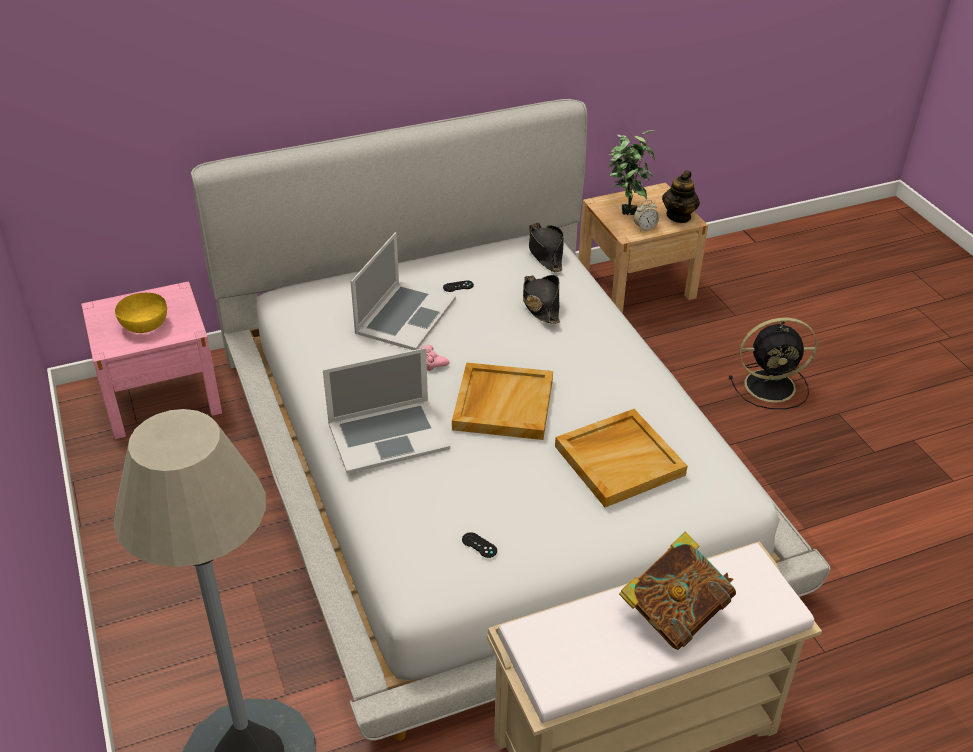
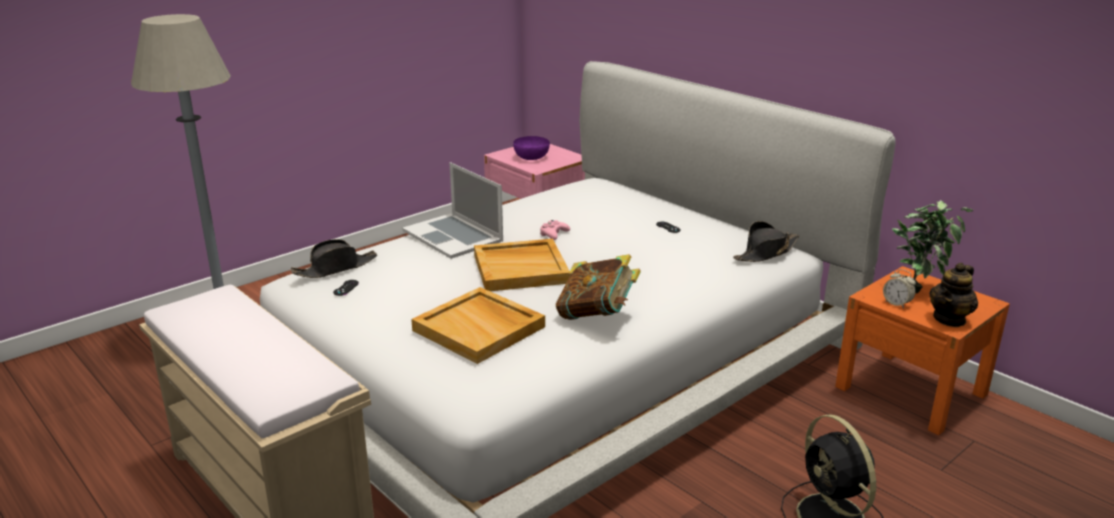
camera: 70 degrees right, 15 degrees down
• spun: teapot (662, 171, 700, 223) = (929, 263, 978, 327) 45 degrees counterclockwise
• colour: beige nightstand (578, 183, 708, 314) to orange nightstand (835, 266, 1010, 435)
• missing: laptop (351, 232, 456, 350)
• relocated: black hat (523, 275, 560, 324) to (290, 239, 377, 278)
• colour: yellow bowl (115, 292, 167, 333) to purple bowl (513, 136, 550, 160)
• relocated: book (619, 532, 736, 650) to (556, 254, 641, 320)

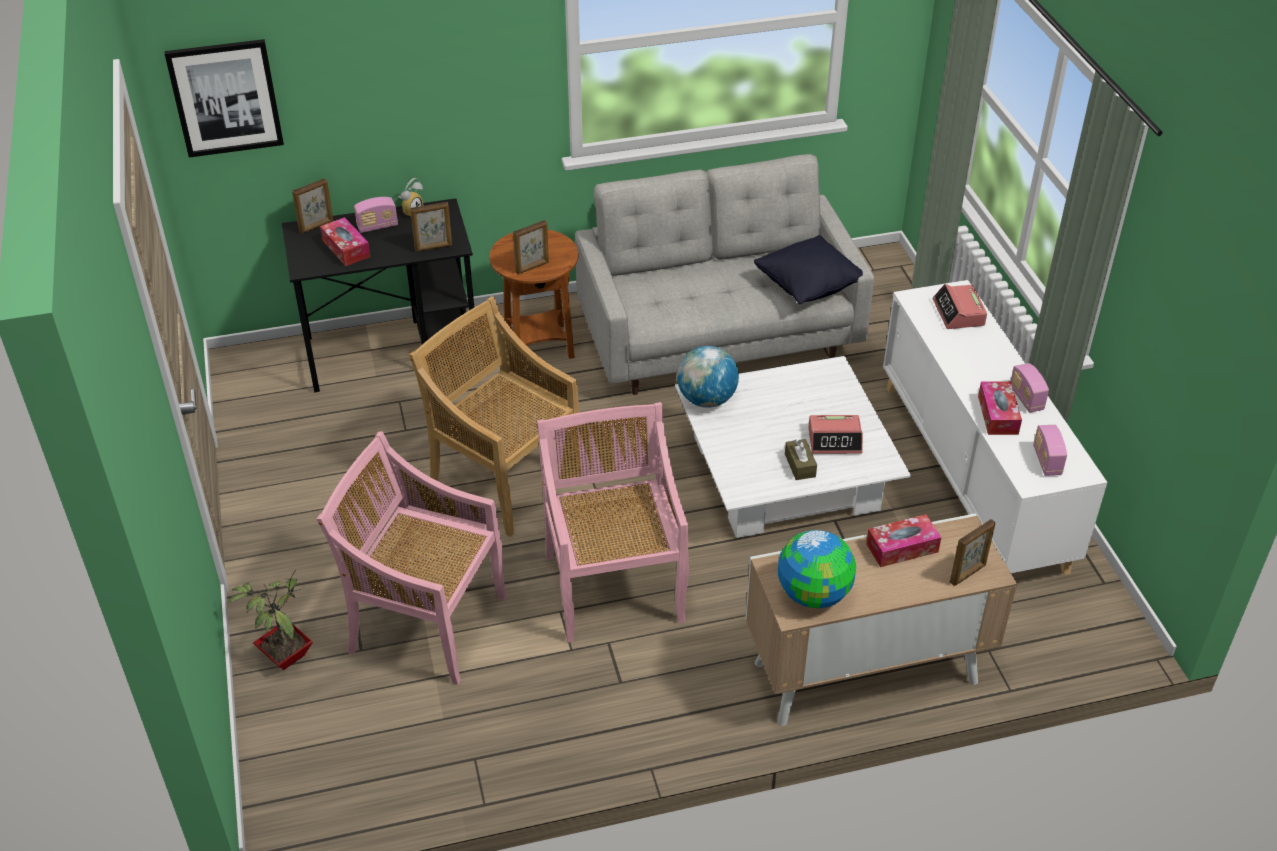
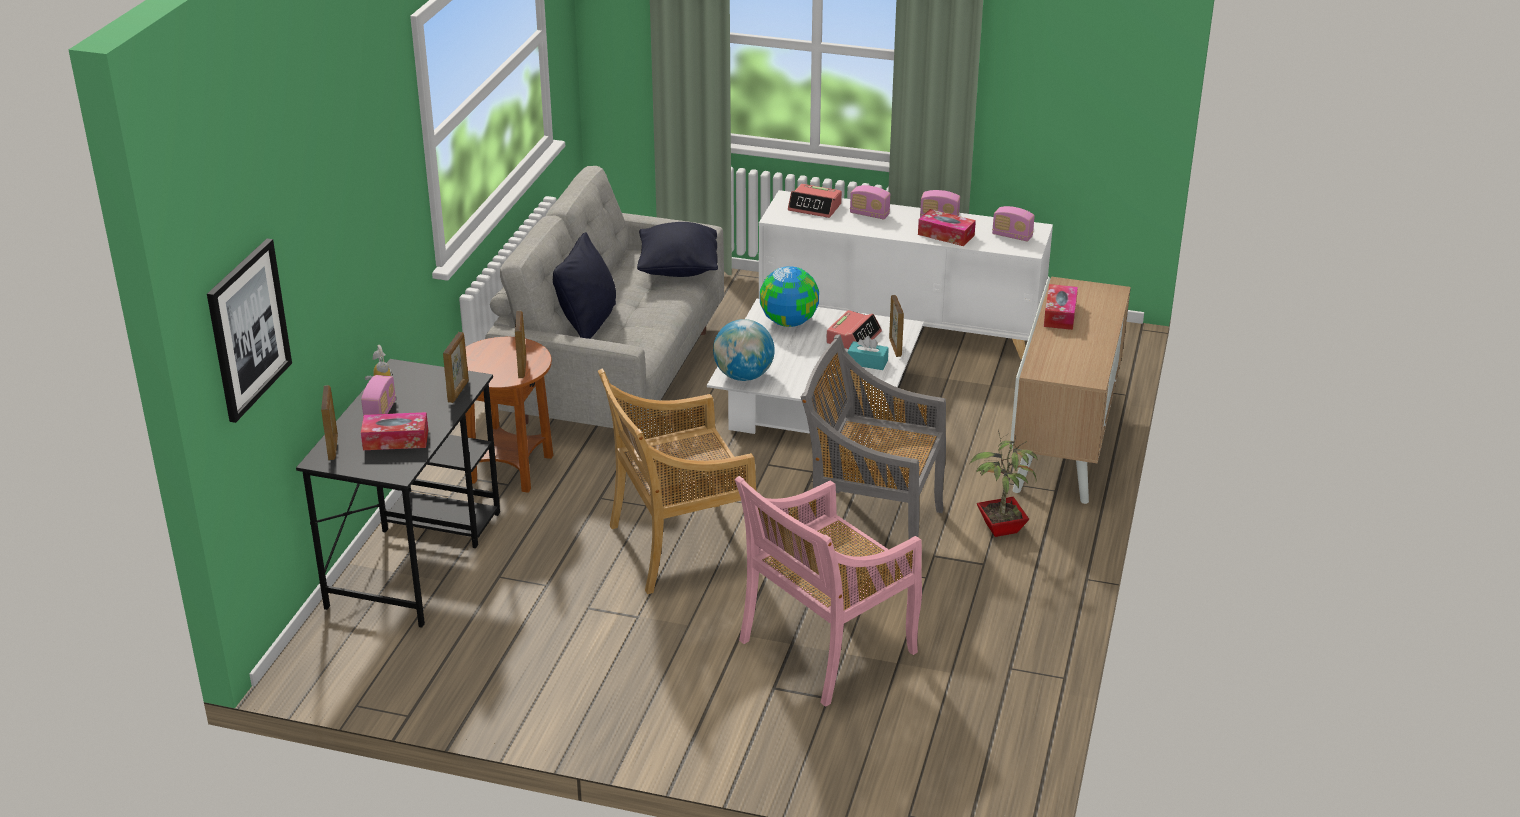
camera: 60 degrees left, 10 degrees down
• colour: pink chair (537, 402, 689, 643) to grey chair (801, 334, 946, 539)
• colour: brown tissue box (785, 439, 817, 480) to turquoise tissue box (848, 336, 889, 370)
• relocated: picture frame (950, 519, 995, 586) to (889, 295, 904, 357)
• relocated: globe (778, 530, 856, 608) to (760, 266, 819, 327)
• relocated: potted plant (227, 570, 313, 670) to (970, 430, 1038, 537)
• appeared: radio (850, 185, 890, 219)
• appeared: black pillow (553, 232, 616, 339)

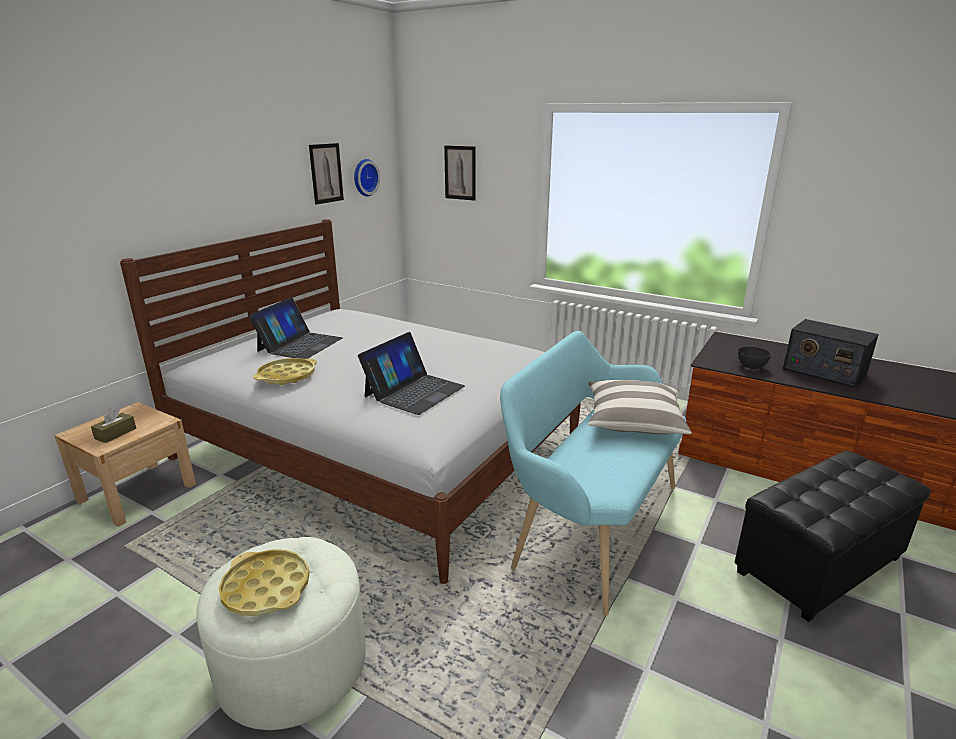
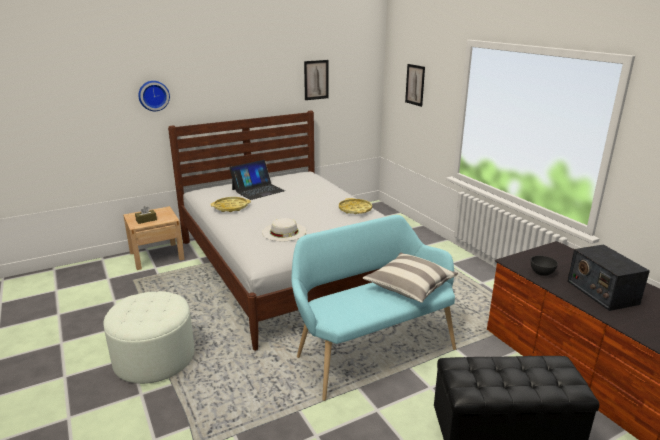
camera: 30 degrees right, 0 degrees up
• relocated: wall clock (354, 159, 380, 196) to (138, 81, 170, 111)
• exchanged: laptop (358, 332, 465, 415) to white hat (262, 218, 307, 241)
• relocated: yellow tray (218, 549, 310, 616) to (339, 198, 372, 214)

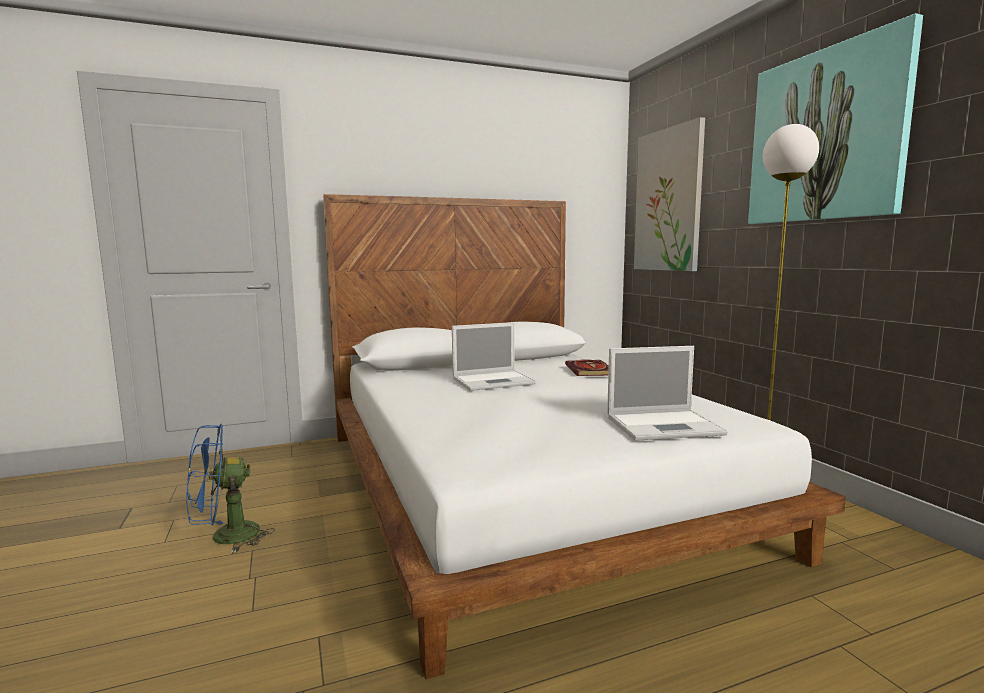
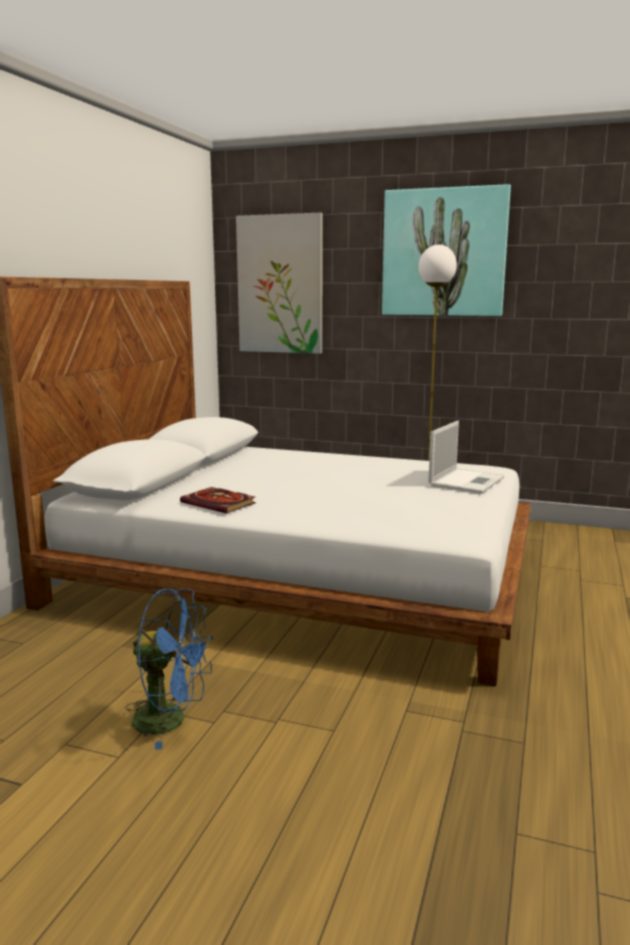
camera: 50 degrees left, 5 degrees up
• missing: laptop (452, 322, 536, 391)
• relocated: book (565, 359, 609, 376) to (180, 487, 256, 513)
• spun: blue fan (186, 424, 275, 553) = (125, 588, 213, 750) 90 degrees counterclockwise

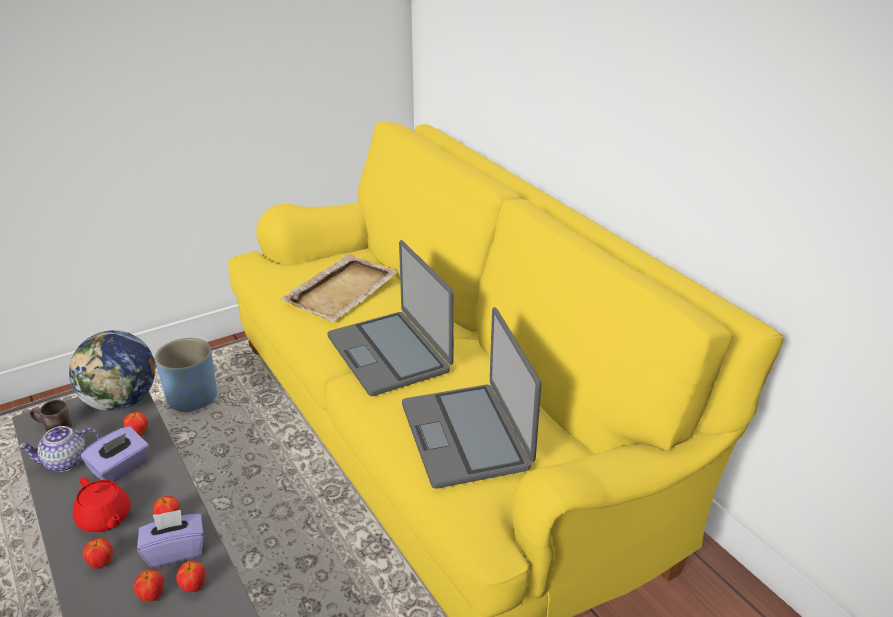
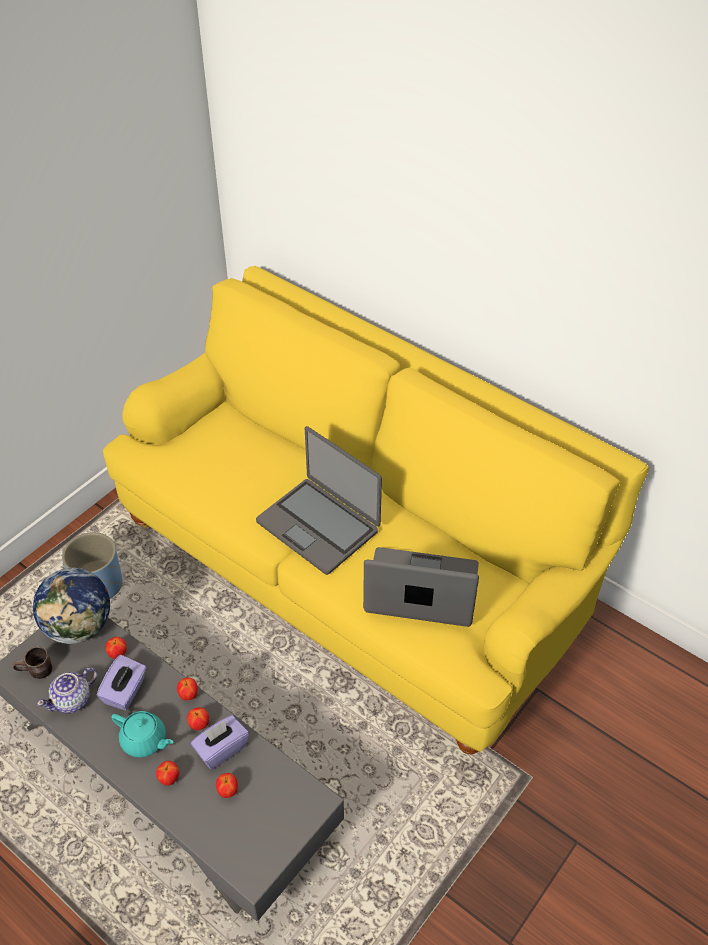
camera: 20 degrees left, 15 degrees up
• missing: beige tray (281, 254, 399, 322)
• spun: laptop (402, 307, 541, 489) = (363, 547, 479, 627) 135 degrees clockwise
• colour: red teapot (73, 477, 130, 532) to turquoise teapot (111, 711, 173, 758)
• relocated: apple (176, 561, 205, 592) to (177, 678, 198, 700)

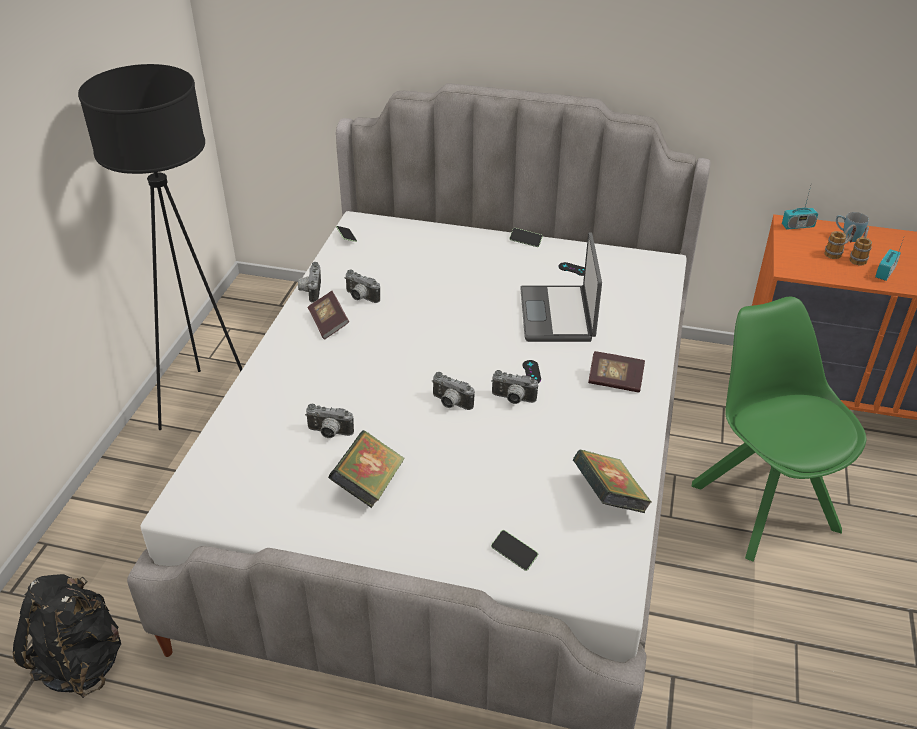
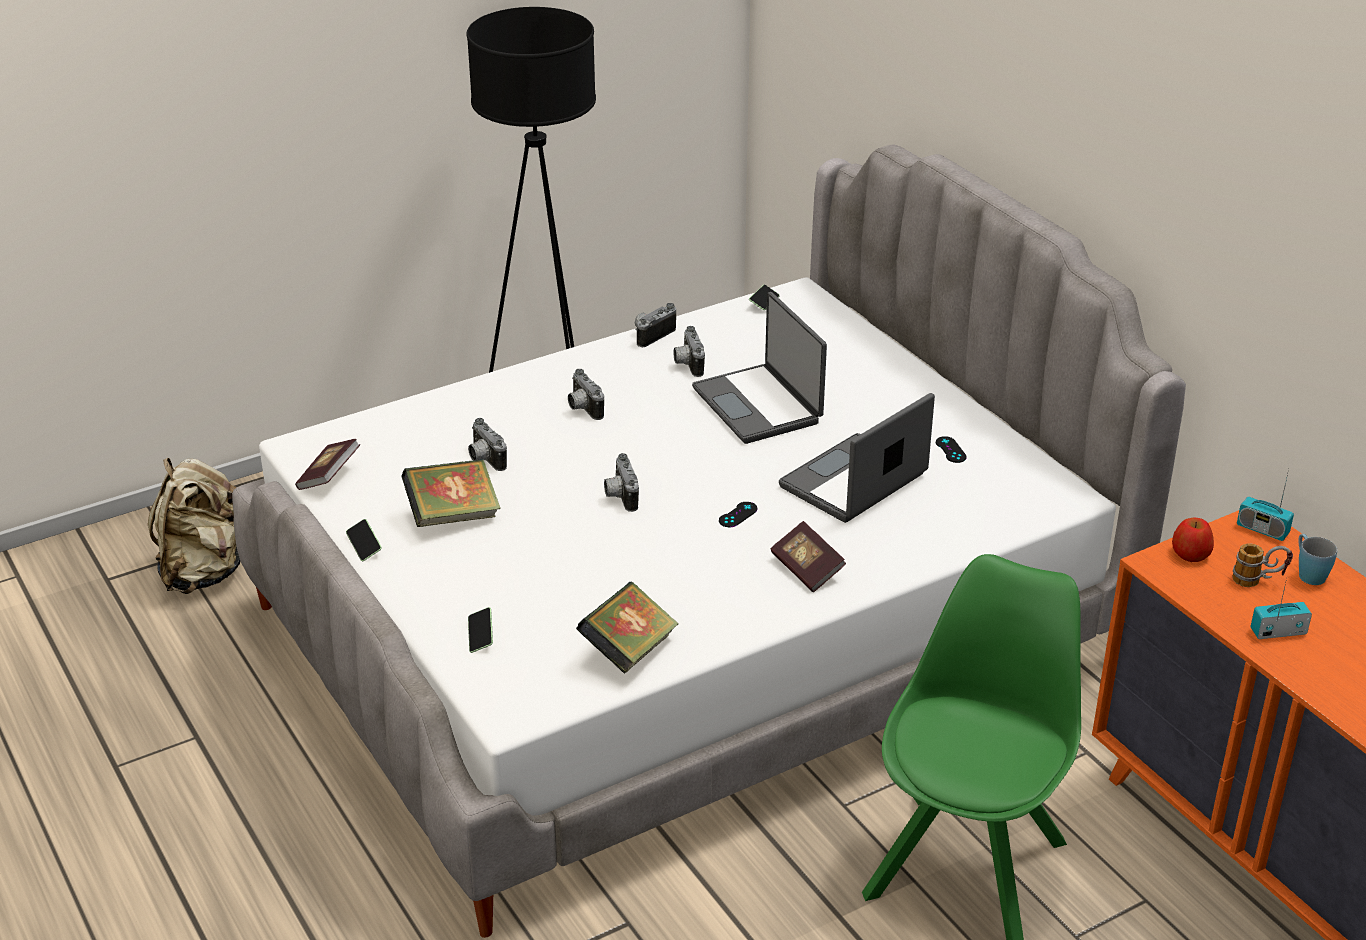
camera: 45 degrees right, 5 degrees down
• missing: mug (849, 227, 872, 265)
• relocated: phone (509, 228, 543, 247) to (346, 519, 382, 561)
• relocated: book (308, 291, 349, 339) to (295, 439, 360, 490)
• relocated: photo camera (491, 370, 538, 404) to (568, 369, 604, 420)
• colour: black backpack (13, 574, 121, 698) to beige backpack (148, 458, 240, 594)
• appeared: laptop (692, 292, 827, 444)
• appeared: apple (1172, 518, 1214, 562)

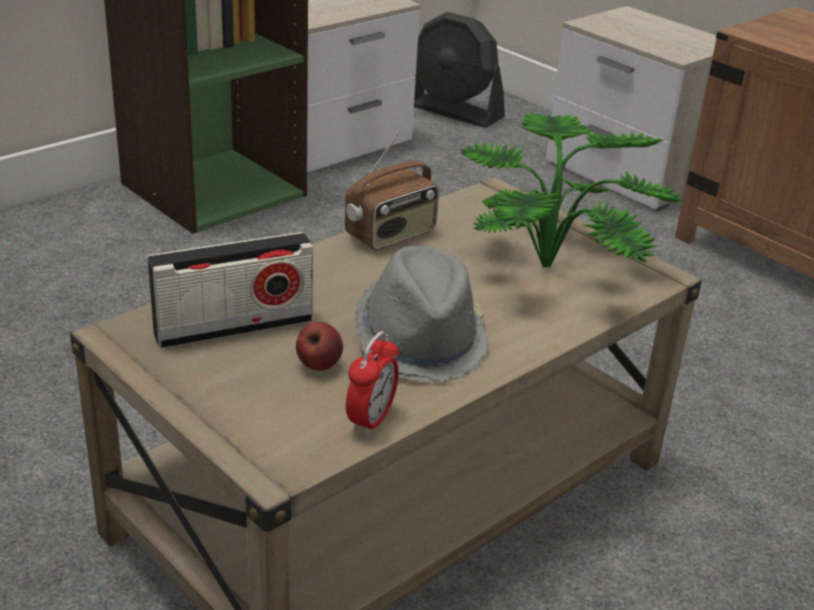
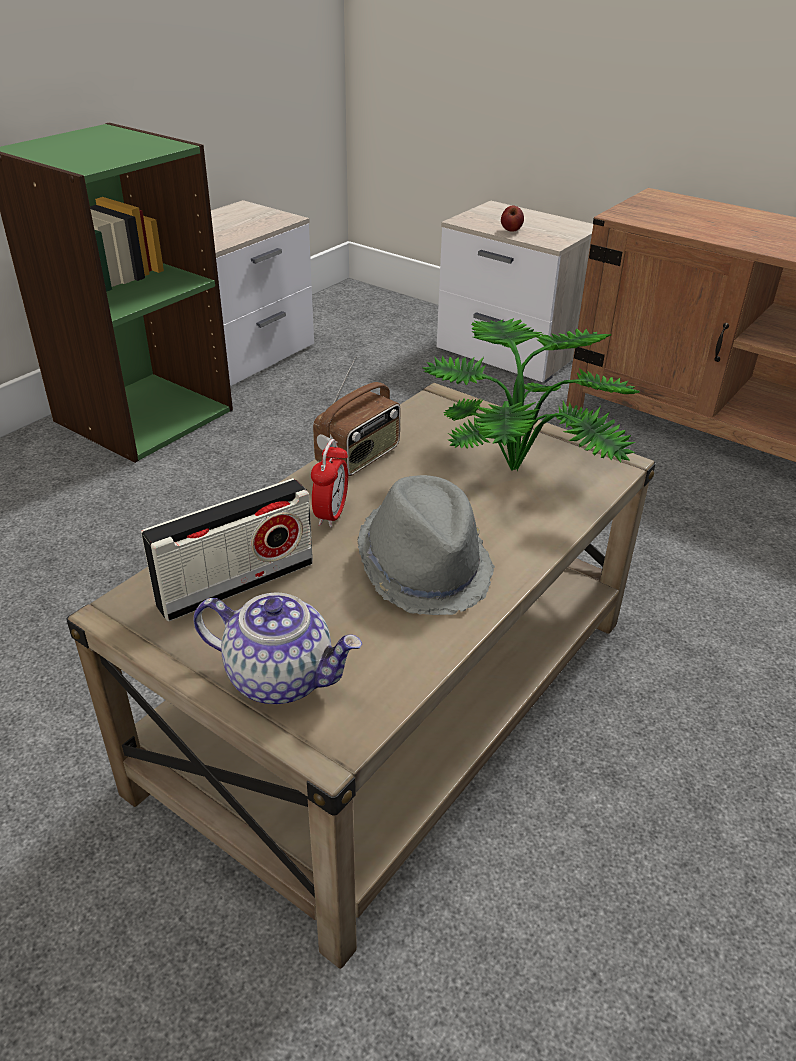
camera: 10 degrees left, 5 degrees up
• missing: black fan (414, 12, 505, 128)
• relocated: apple (296, 322, 343, 371) to (501, 206, 524, 232)
• relocated: alarm clock (346, 331, 399, 437) to (311, 439, 348, 528)
• appeared: teapot (193, 592, 363, 704)

